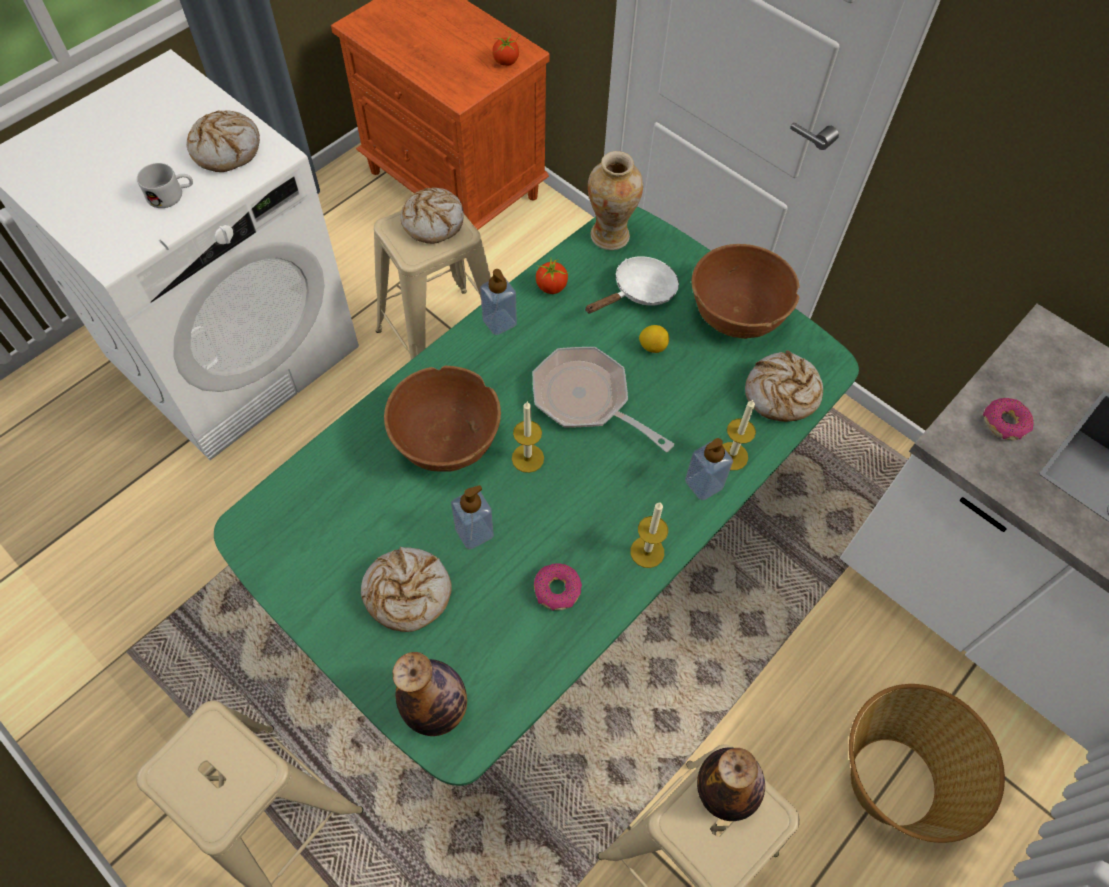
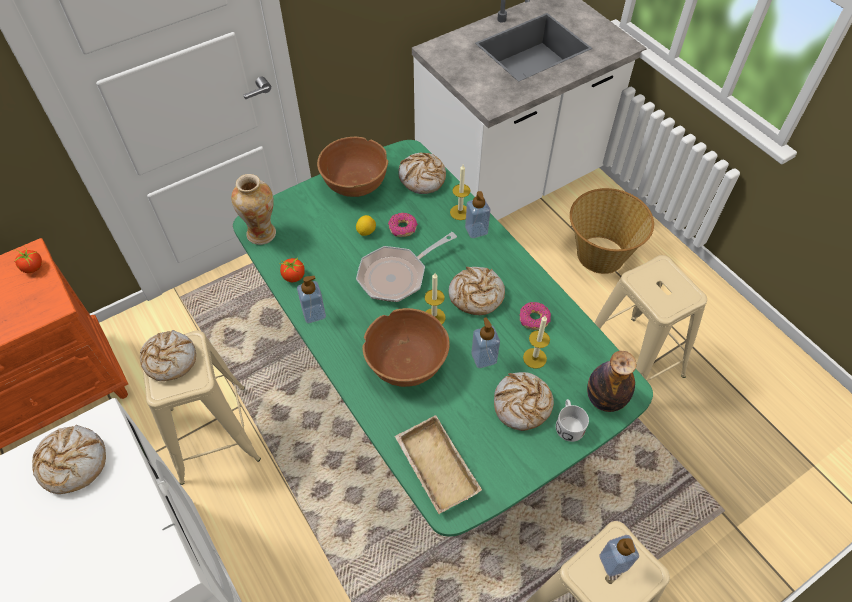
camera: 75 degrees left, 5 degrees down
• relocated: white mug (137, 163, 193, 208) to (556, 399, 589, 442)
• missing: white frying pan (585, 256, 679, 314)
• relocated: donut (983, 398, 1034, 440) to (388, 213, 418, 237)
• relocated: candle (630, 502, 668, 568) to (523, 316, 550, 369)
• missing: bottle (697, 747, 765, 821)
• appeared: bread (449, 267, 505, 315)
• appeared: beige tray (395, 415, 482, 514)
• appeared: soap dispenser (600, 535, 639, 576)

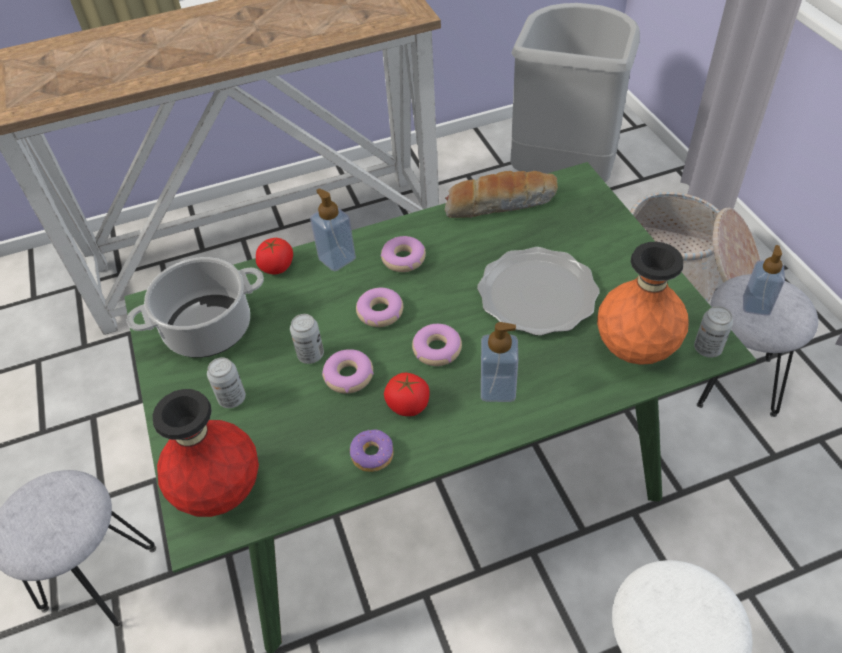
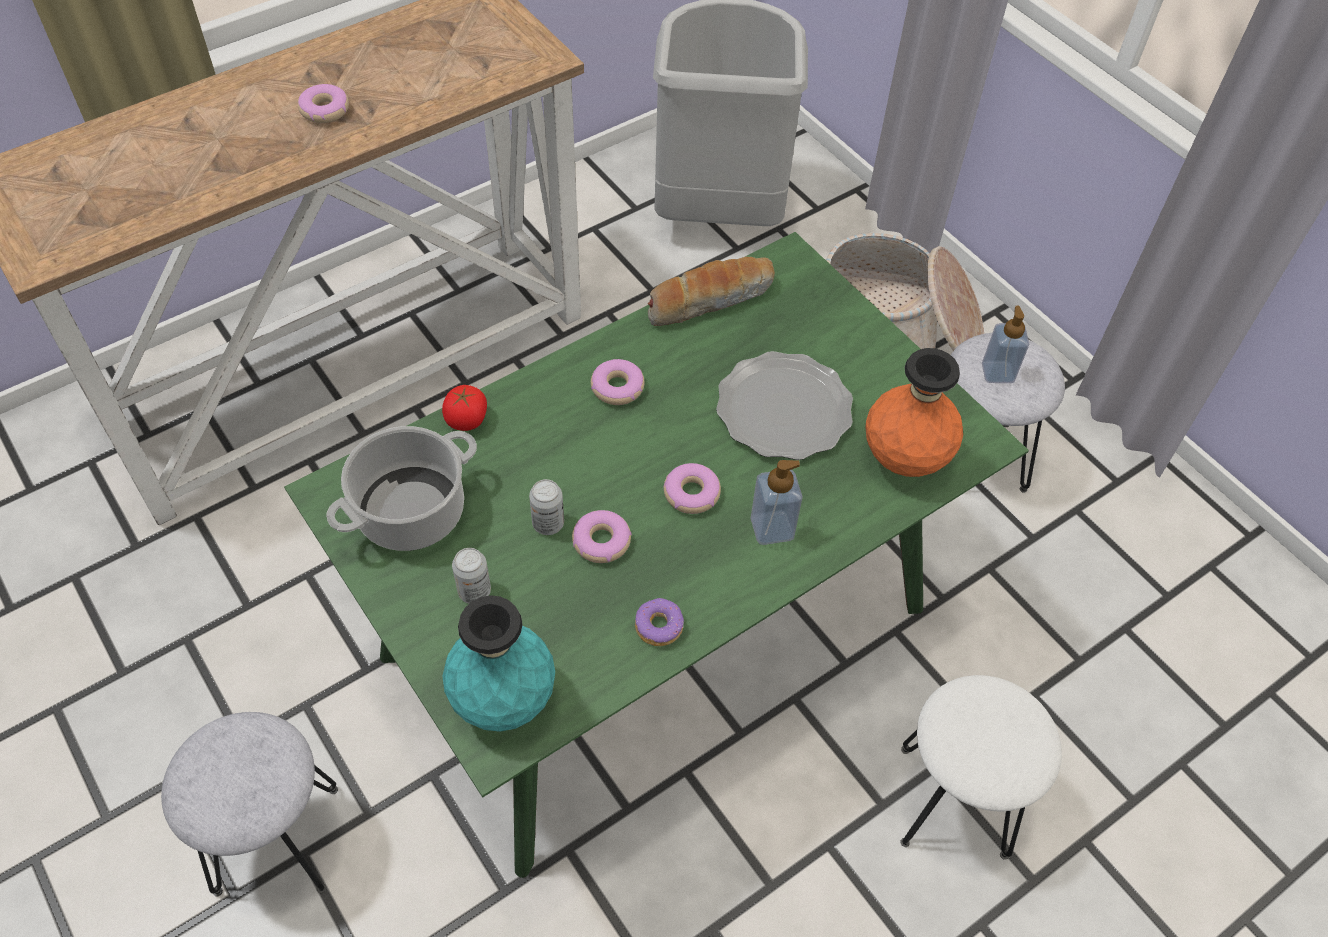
camera: 20 degrees left, 5 degrees up
• missing: soap dispenser (310, 188, 356, 271)
• relocated: donut (356, 288, 403, 327) to (298, 84, 349, 123)
• missing: can (694, 306, 733, 358)
• missing: tomato (384, 373, 429, 416)
• colour: red vase (153, 389, 259, 517) to turquoise vase (442, 595, 555, 732)

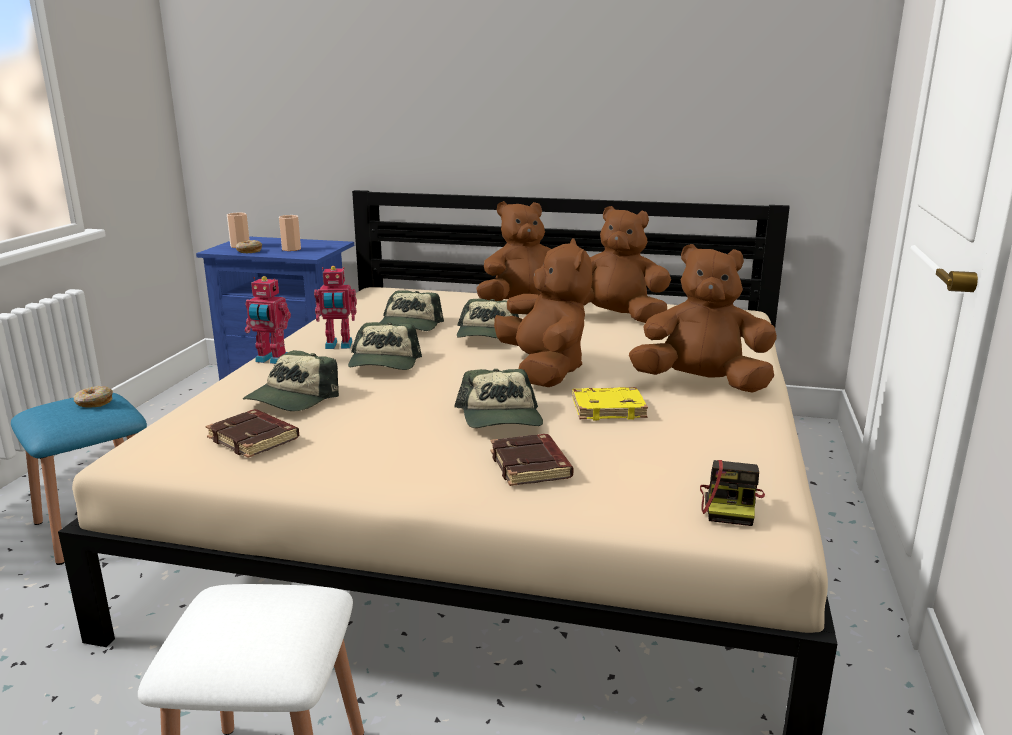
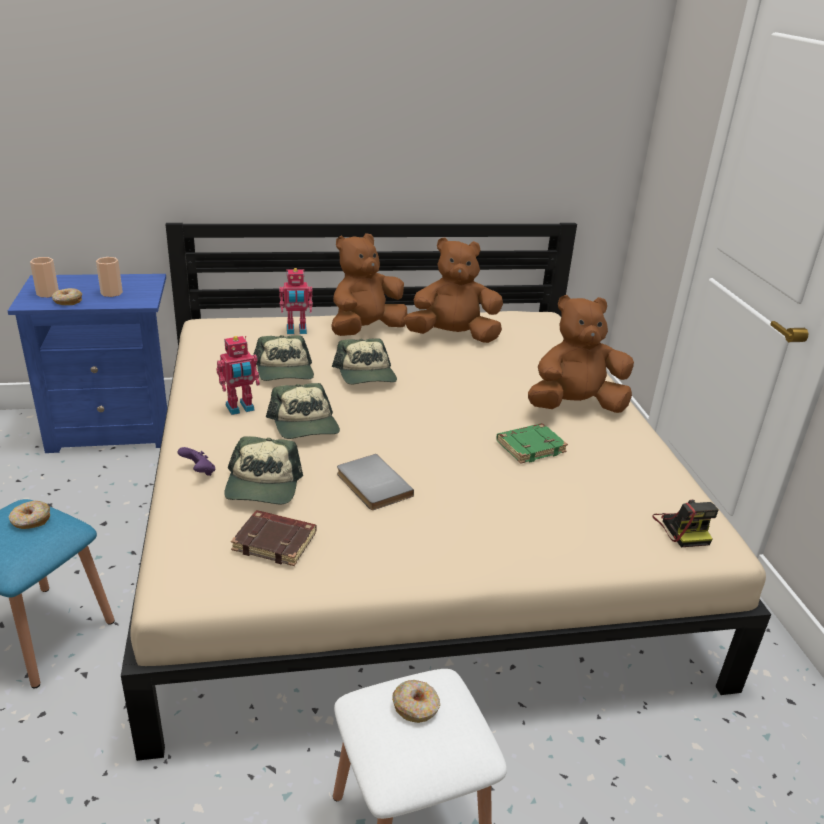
camera: 25 degrees left, 10 degrees up
• missing: brown plush toy (494, 239, 592, 387)
• relocated: toy robot (245, 276, 291, 364) to (279, 268, 313, 334)
• missing: cap (454, 369, 543, 428)
• colour: yellow book (572, 387, 648, 420) to green book (496, 423, 568, 464)
• missing: brown book (490, 434, 574, 486)
• appeared: purple game controller (178, 447, 215, 476)
• appeared: grey book (337, 454, 414, 510)
• appeared: donut (392, 680, 440, 723)

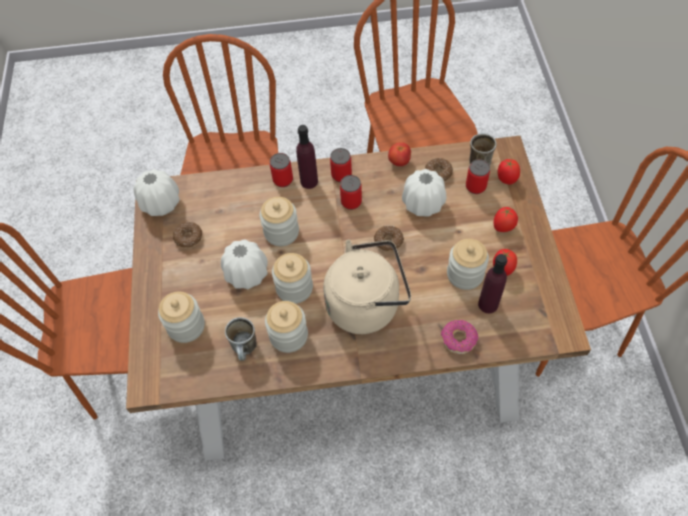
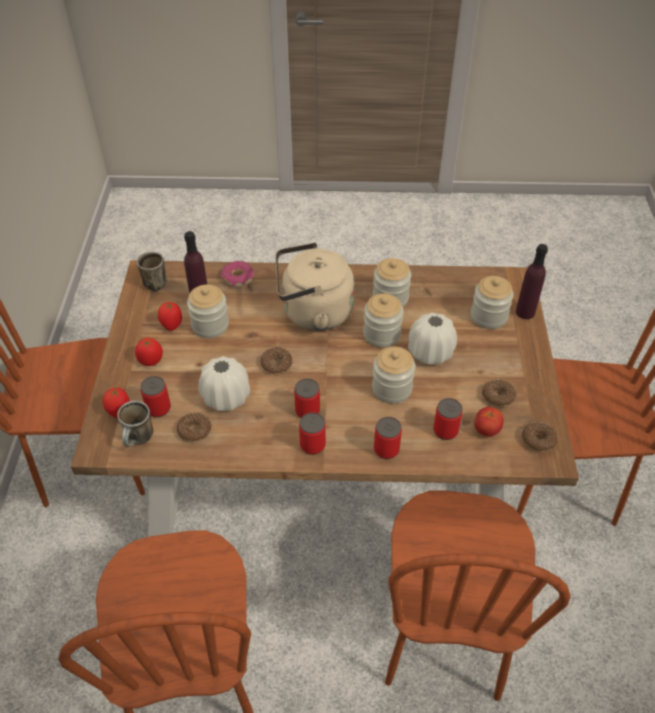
camera: 175 degrees left, 10 degrees down
• relocated: purple bottle (296, 125, 318, 189) to (516, 244, 548, 319)
• relocated: tomato (388, 142, 411, 166) to (474, 407, 504, 437)
• exchanged: white vase (134, 169, 180, 216) to donut (522, 422, 558, 452)
• relocated: mug (225, 317, 257, 361) to (137, 252, 167, 291)
• appeared: can (433, 398, 463, 440)

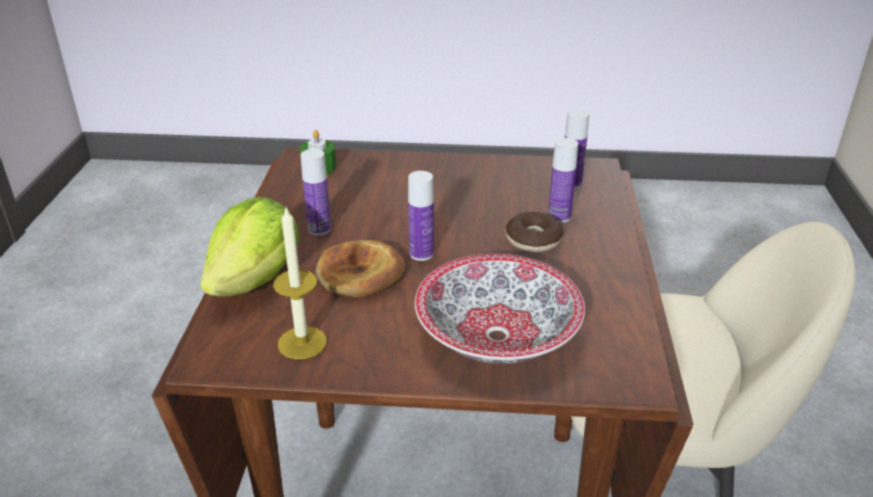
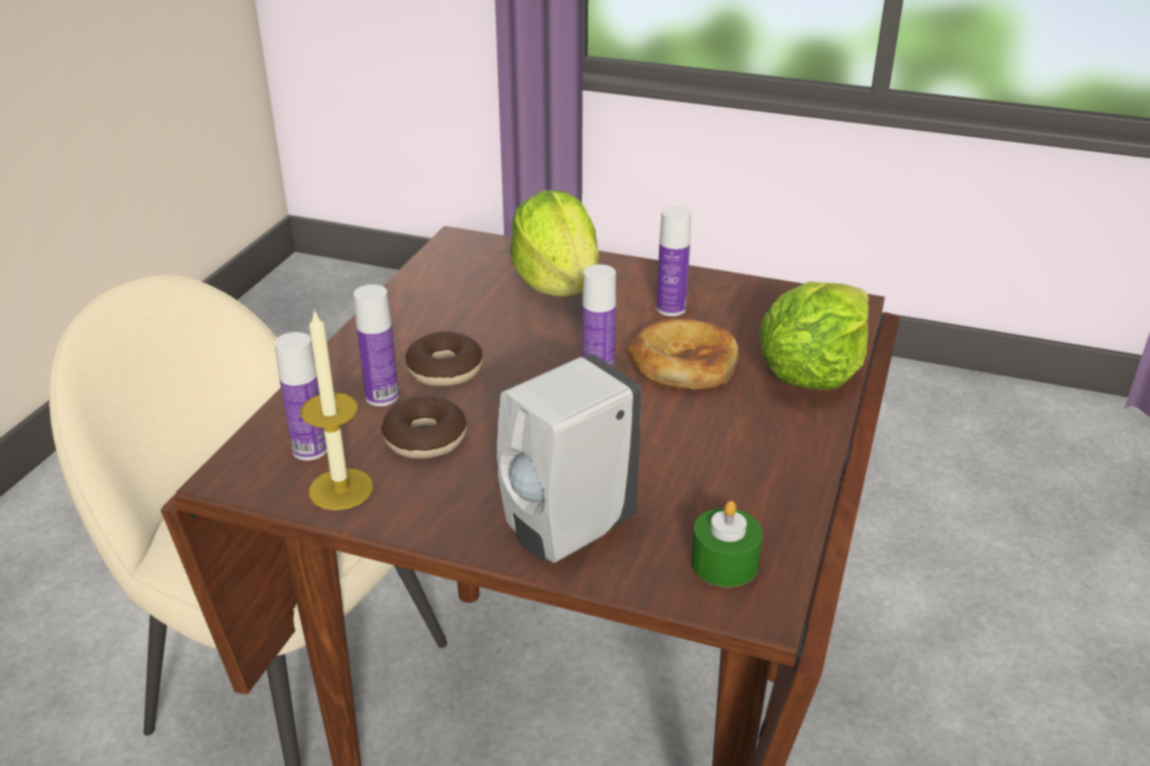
camera: 165 degrees left, 0 degrees up
• relocated: bottle (301, 149, 331, 236) to (657, 206, 691, 316)
• relocated: candle (273, 208, 327, 359) to (300, 309, 373, 510)
• exchanged: bowl (415, 254, 585, 364) to lettuce (510, 190, 599, 297)
• appeared: white soap dispenser (497, 354, 642, 563)
• appeared: donut (381, 397, 467, 459)

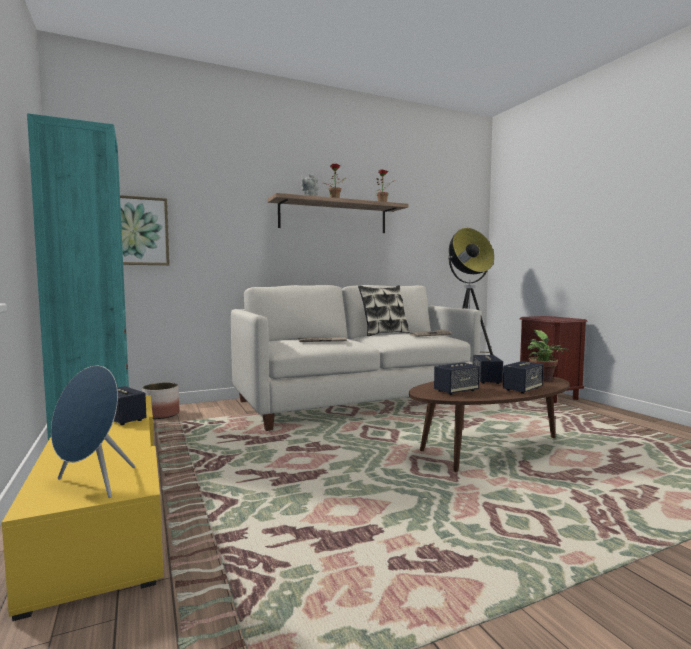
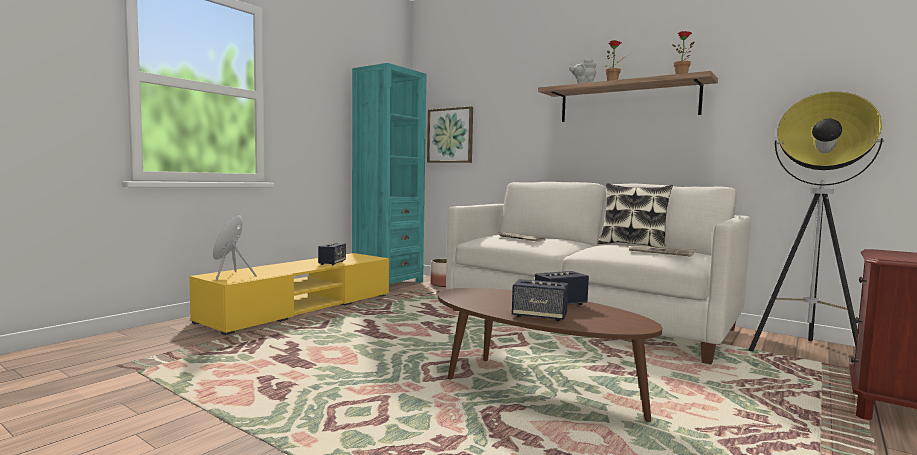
camera: 60 degrees right, 0 degrees up
• missing: potted plant (527, 330, 568, 381)
• missing: speaker (434, 363, 480, 395)

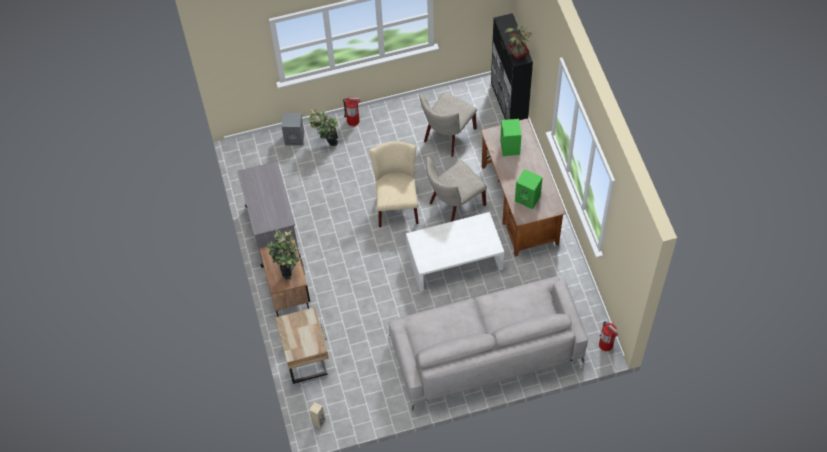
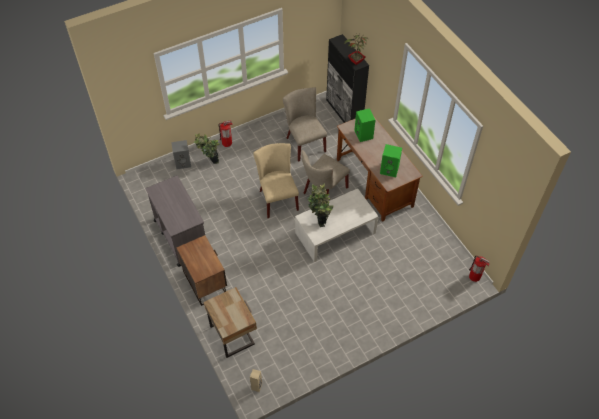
camera: 15 degrees left, 5 degrees down
• spun: beige chair (419, 92, 477, 157) = (283, 87, 327, 162) 135 degrees clockwise
• relocated: potted plant (267, 229, 300, 280) to (307, 183, 334, 227)
• missing: grey sofa (389, 276, 588, 411)

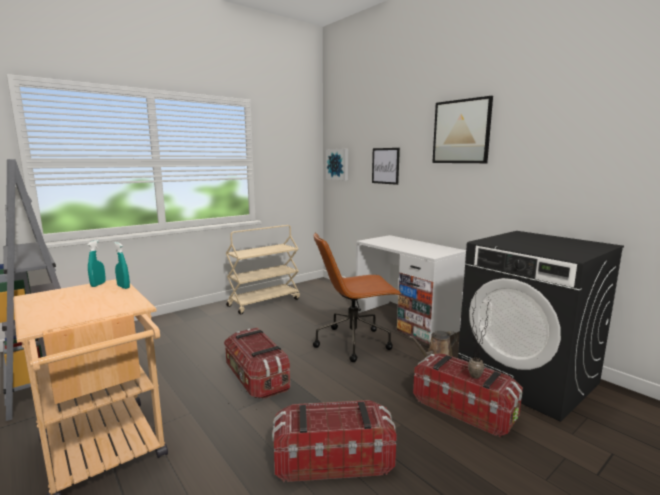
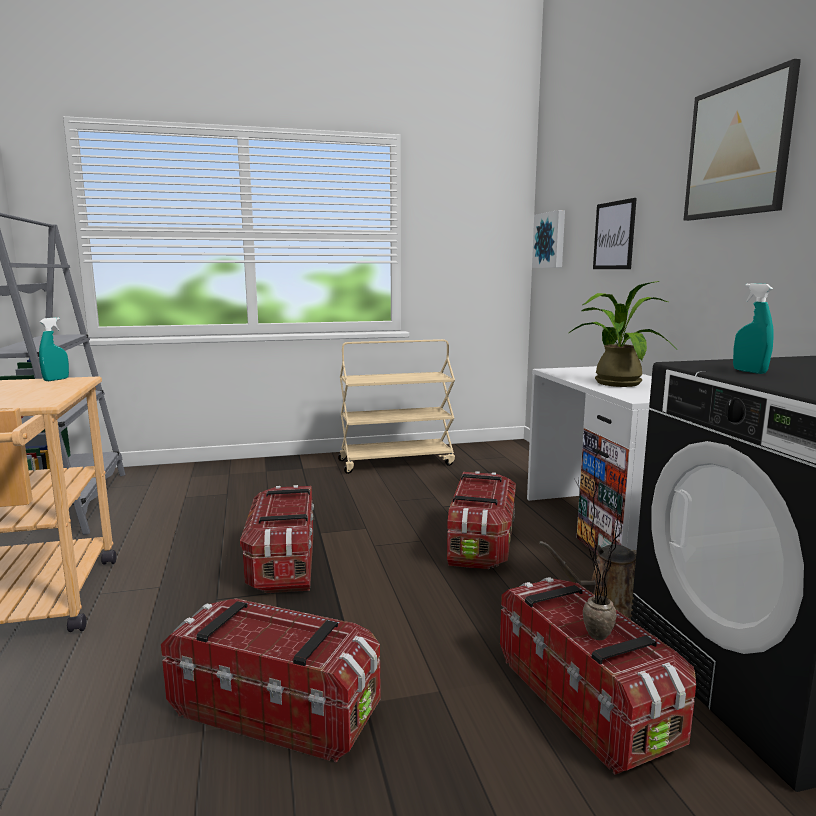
camera: 25 degrees right, 0 degrees up
• exchanged: brown office chair (313, 232, 402, 362) to storage box (447, 471, 516, 569)
• relocated: turquoise spray bottle (114, 242, 130, 289) to (733, 283, 774, 374)
• appeared: potted plant (569, 281, 671, 387)

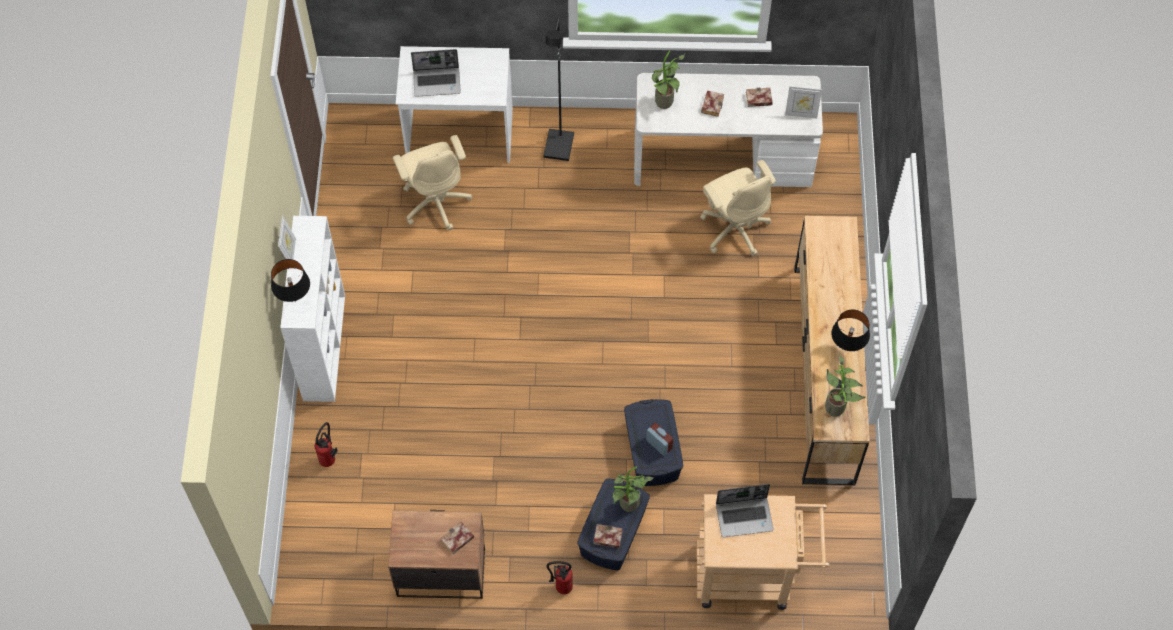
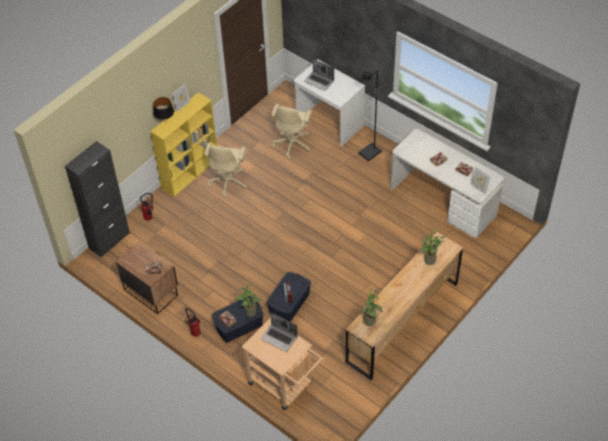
camera: 40 degrees right, 10 degrees down
• relocated: potted plant (652, 51, 685, 109) to (422, 229, 446, 265)
• relocated: beige office chair (700, 160, 776, 256) to (204, 142, 247, 198)
• colour: white bookcase (280, 216, 345, 402) to yellow bookcase (150, 93, 217, 197)
• missing: black table lamp (831, 309, 870, 351)
• appeared: black cabinet (65, 141, 130, 258)

